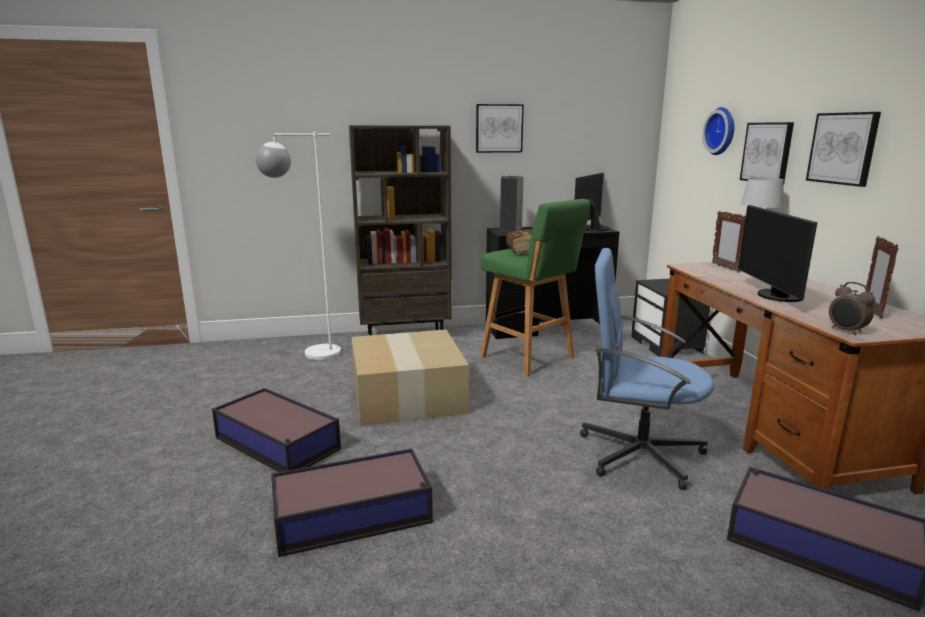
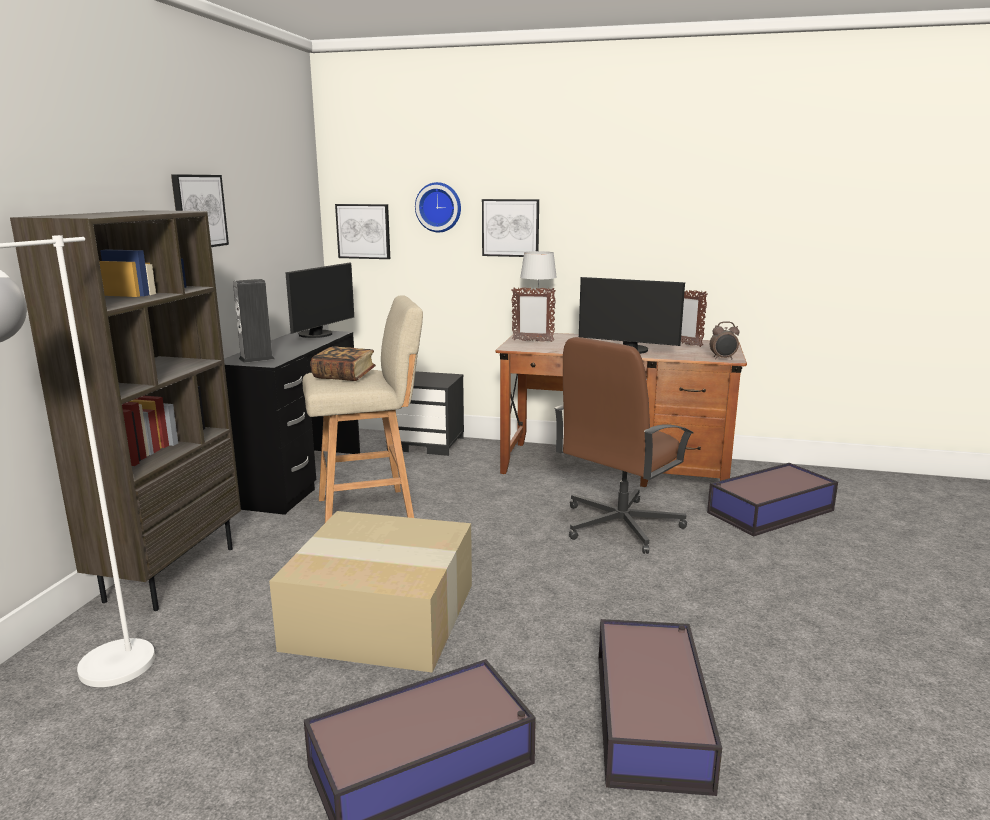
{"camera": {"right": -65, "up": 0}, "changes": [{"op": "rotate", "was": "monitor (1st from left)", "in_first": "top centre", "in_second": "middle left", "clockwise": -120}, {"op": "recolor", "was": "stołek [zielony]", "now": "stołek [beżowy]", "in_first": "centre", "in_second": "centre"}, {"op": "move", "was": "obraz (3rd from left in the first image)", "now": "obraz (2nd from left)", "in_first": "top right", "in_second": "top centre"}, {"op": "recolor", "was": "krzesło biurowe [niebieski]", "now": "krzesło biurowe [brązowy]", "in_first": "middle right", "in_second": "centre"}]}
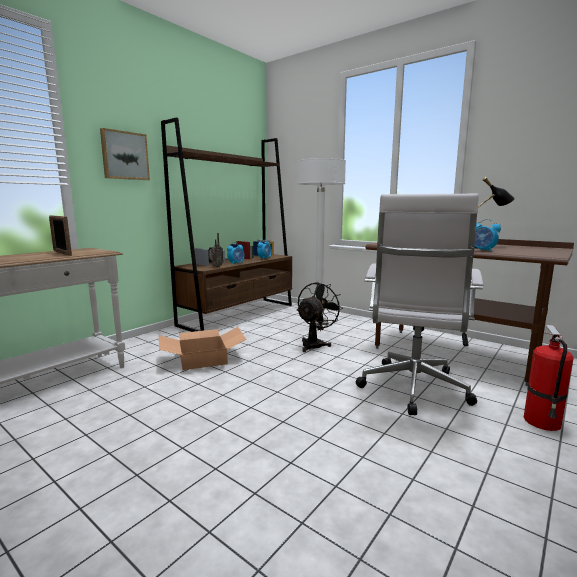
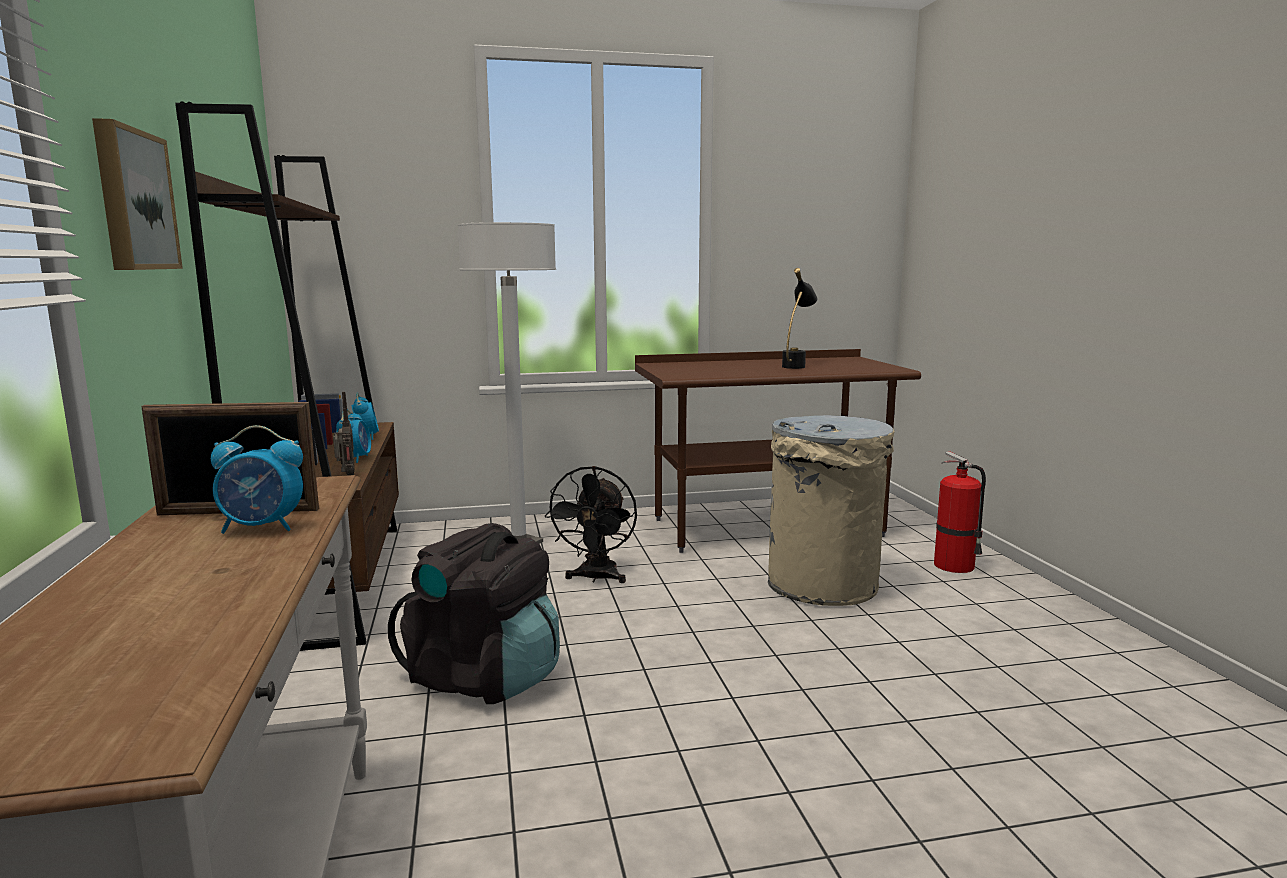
{"camera": {"right": -50, "up": 0}, "changes": [{"op": "move", "was": "budzik (3rd from left in the first image)", "now": "budzik (1st from left)", "in_first": "middle right", "in_second": "middle left"}, {"op": "replace", "was": "karton", "now": "plecak [czarny]", "in_first": "centre", "in_second": "bottom centre"}, {"op": "rotate", "was": "wentylator [czarny]", "in_first": "centre", "in_second": "centre", "clockwise": -150}, {"op": "replace", "was": "krzesło biurowe [biały]", "now": "kosz na śmieci [beżowy]", "in_first": "middle right", "in_second": "centre"}]}
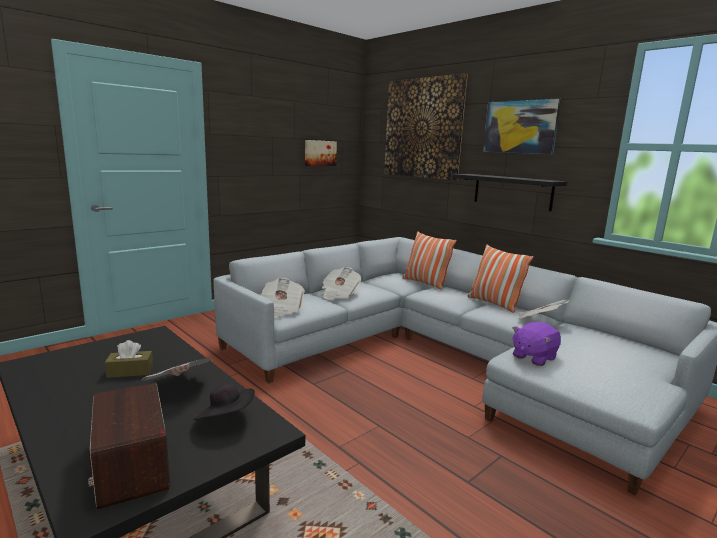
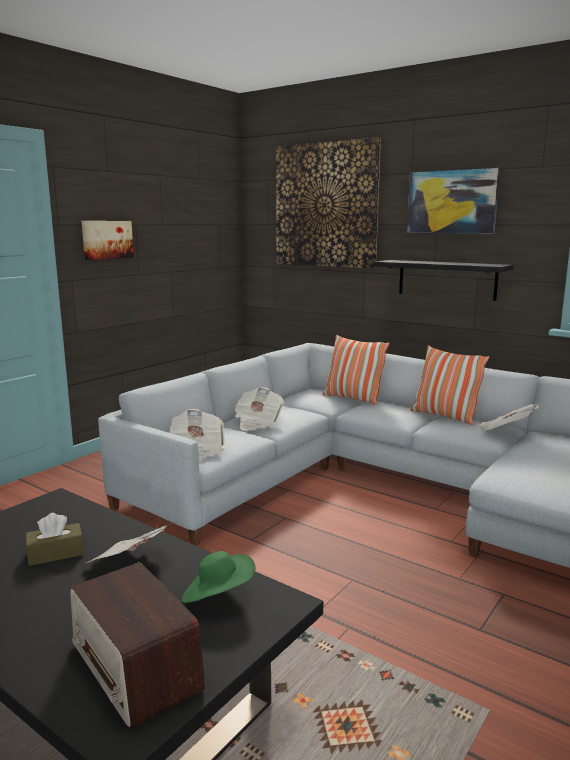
{"camera": {"right": -10, "up": 0}, "changes": [{"op": "move", "was": "obraz (1st from left)", "in_first": "top centre", "in_second": "top left"}, {"op": "recolor", "was": "kapelusz [czarny]", "now": "kapelusz [zielony]", "in_first": "bottom left", "in_second": "bottom centre"}, {"op": "delete", "was": "pluszak [fioletowy]", "in_first": "middle right"}]}
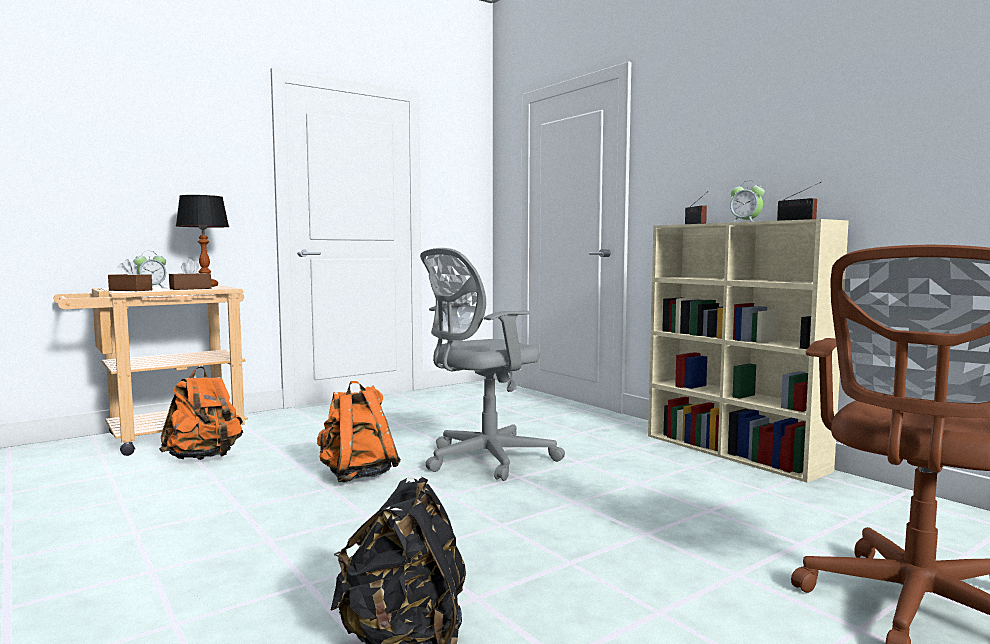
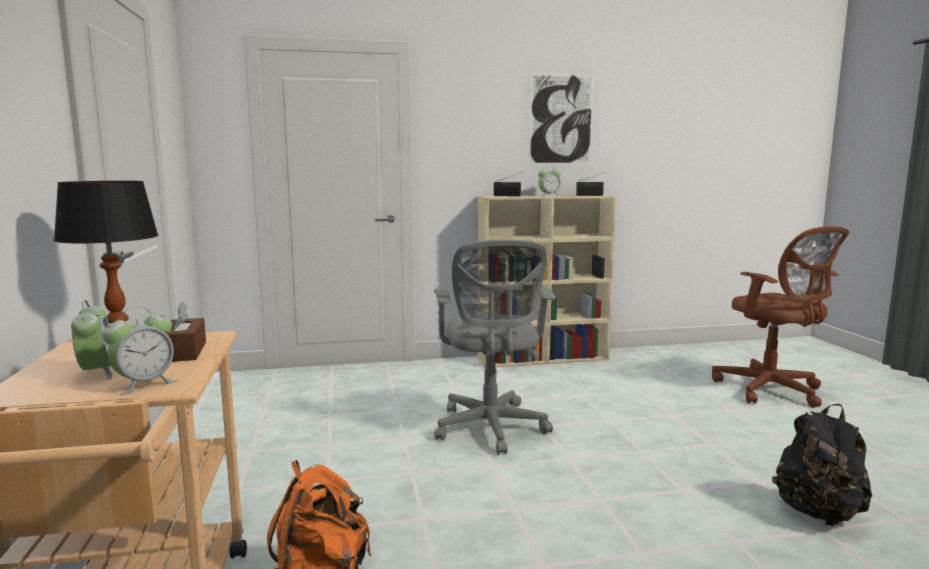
{"camera": {"right": -65, "up": 5}, "changes": [{"op": "replace", "was": "pudełko chusteczek [brązowy] (1st from left)", "now": "budzik (2nd from left)", "in_first": "middle left", "in_second": "middle left"}, {"op": "insert", "now": "obraz", "in_second": "top centre"}, {"op": "delete", "was": "plecak [pomarańczowy] (2nd from left)", "in_first": "bottom centre"}]}
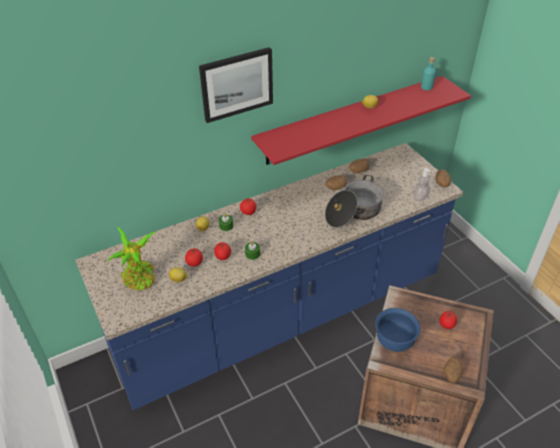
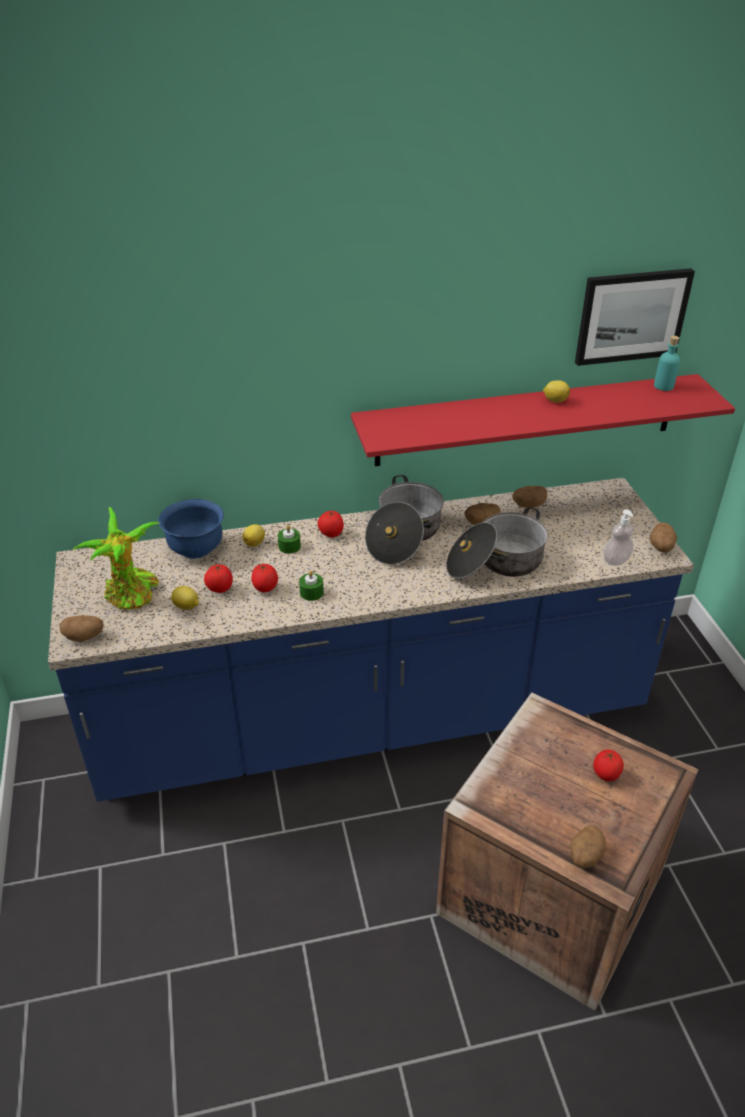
{"camera": {"right": 15, "up": -5}, "changes": [{"op": "insert", "now": "ziemniak (1st from left)", "in_second": "middle left"}, {"op": "move", "was": "miska [niebieski]", "in_first": "bottom right", "in_second": "middle left"}, {"op": "insert", "now": "garnek (1st from left)", "in_second": "centre"}, {"op": "move", "was": "obraz", "in_first": "top centre", "in_second": "top right"}]}
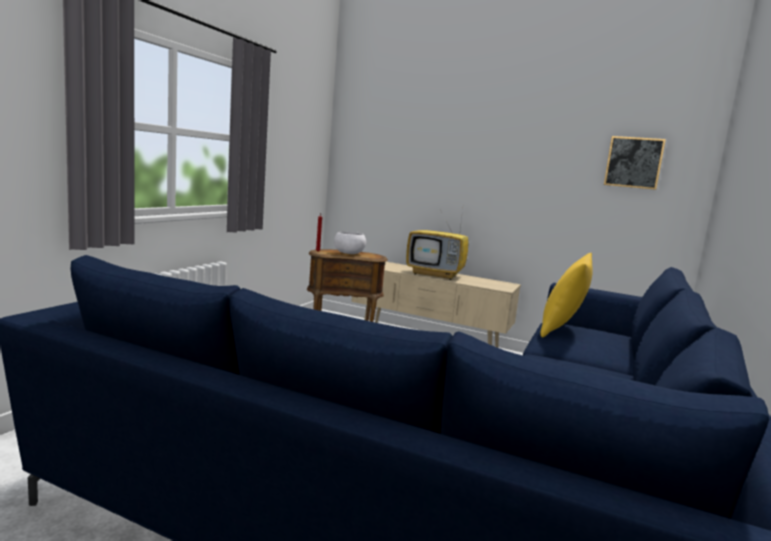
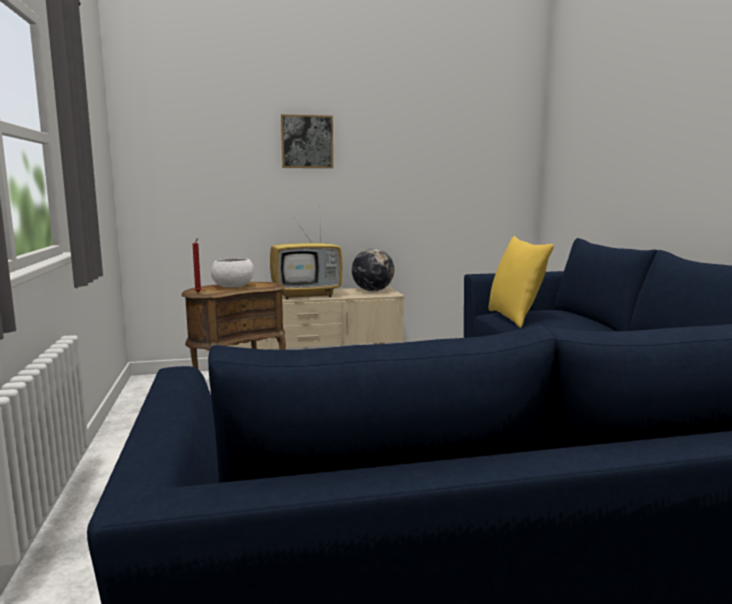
{"camera": {"right": -35, "up": 0}, "changes": [{"op": "move", "was": "obraz", "in_first": "top right", "in_second": "top centre"}, {"op": "insert", "now": "globus", "in_second": "centre"}]}
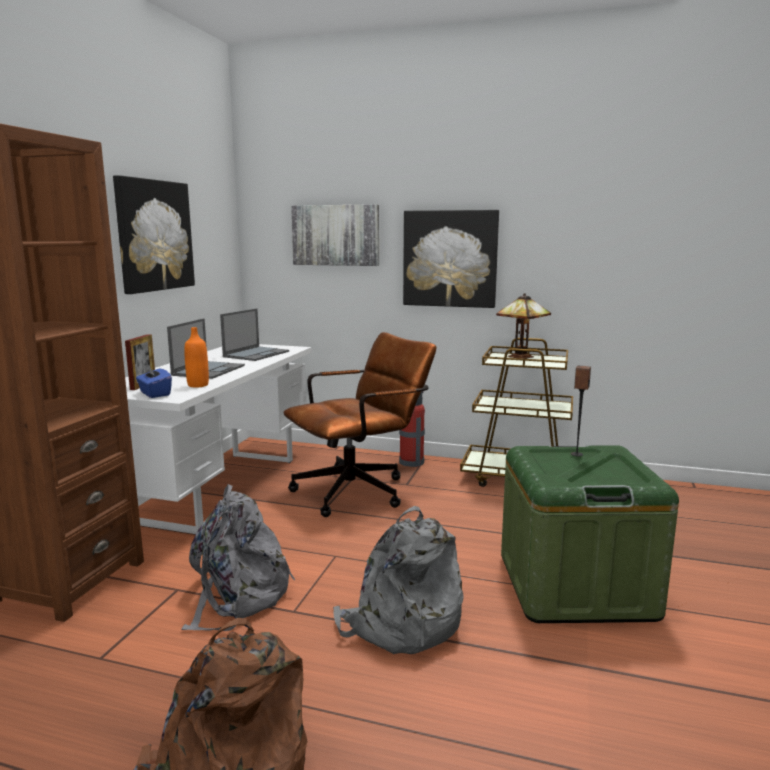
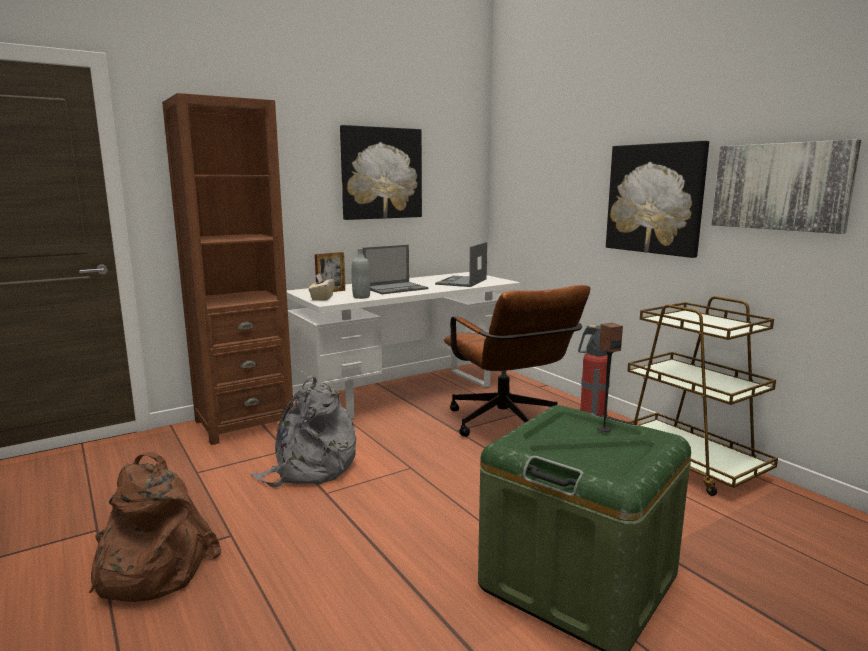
{"camera": {"right": 40, "up": 0}, "changes": [{"op": "recolor", "was": "pudełko chusteczek [niebieski]", "now": "pudełko chusteczek [beżowy]", "in_first": "middle left", "in_second": "centre"}, {"op": "recolor", "was": "butelka [pomarańczowy]", "now": "butelka [szary]", "in_first": "middle left", "in_second": "centre"}, {"op": "rotate", "was": "laptop (2nd from left)", "in_first": "middle left", "in_second": "centre", "clockwise": 135}, {"op": "rotate", "was": "krzesło biurowe [brązowy]", "in_first": "centre", "in_second": "centre", "clockwise": 60}, {"op": "move", "was": "obraz (2nd from left in the first image)", "now": "obraz (3rd from left)", "in_first": "top centre", "in_second": "top right"}, {"op": "delete", "was": "plecak [szary] (2nd from left)", "in_first": "bottom centre"}, {"op": "delete", "was": "lampa stołowa", "in_first": "middle right"}]}
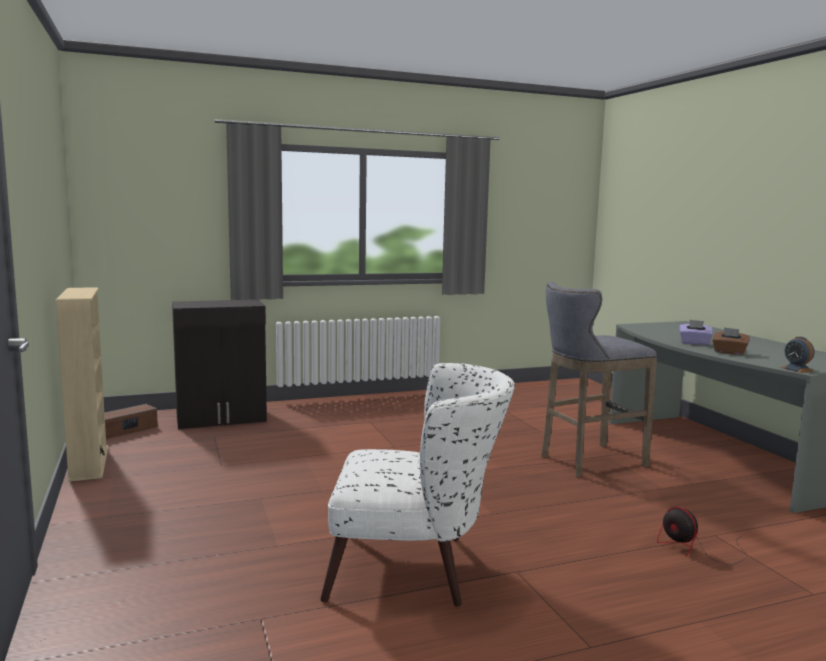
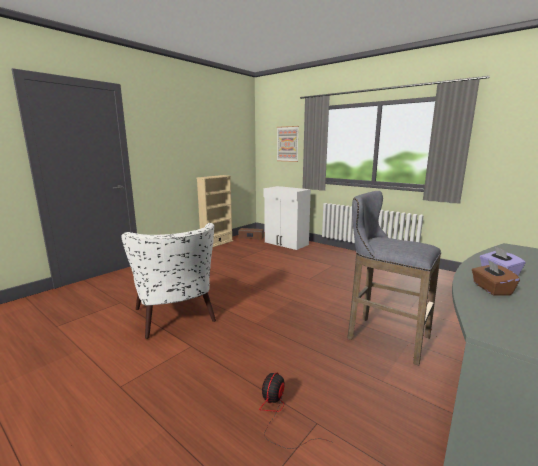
{"camera": {"right": 60, "up": 5}, "changes": [{"op": "recolor", "was": "szafka [czarny]", "now": "szafka [biały]", "in_first": "middle left", "in_second": "centre"}, {"op": "insert", "now": "obraz", "in_second": "top centre"}, {"op": "delete", "was": "budzik", "in_first": "middle right"}]}
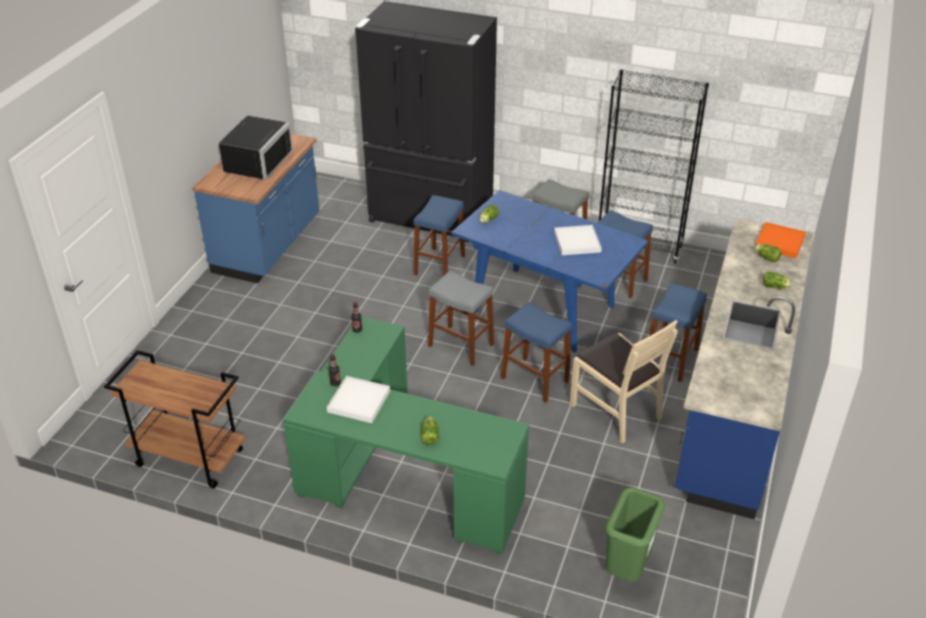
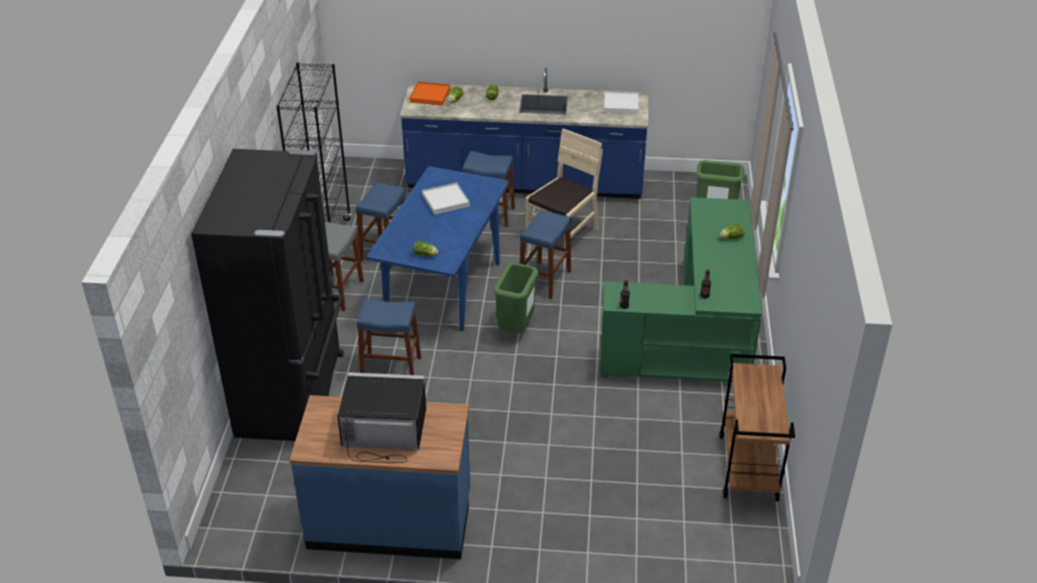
{"camera": {"right": -105, "up": 0}, "changes": [{"op": "replace", "was": "stołek [szary] (1st from left)", "now": "kosz na śmieci [zielony] (1st from left)", "in_first": "centre", "in_second": "centre"}, {"op": "move", "was": "taca [biały] (1st from left in the first image)", "now": "taca [biały] (2nd from left)", "in_first": "centre", "in_second": "top centre"}]}
